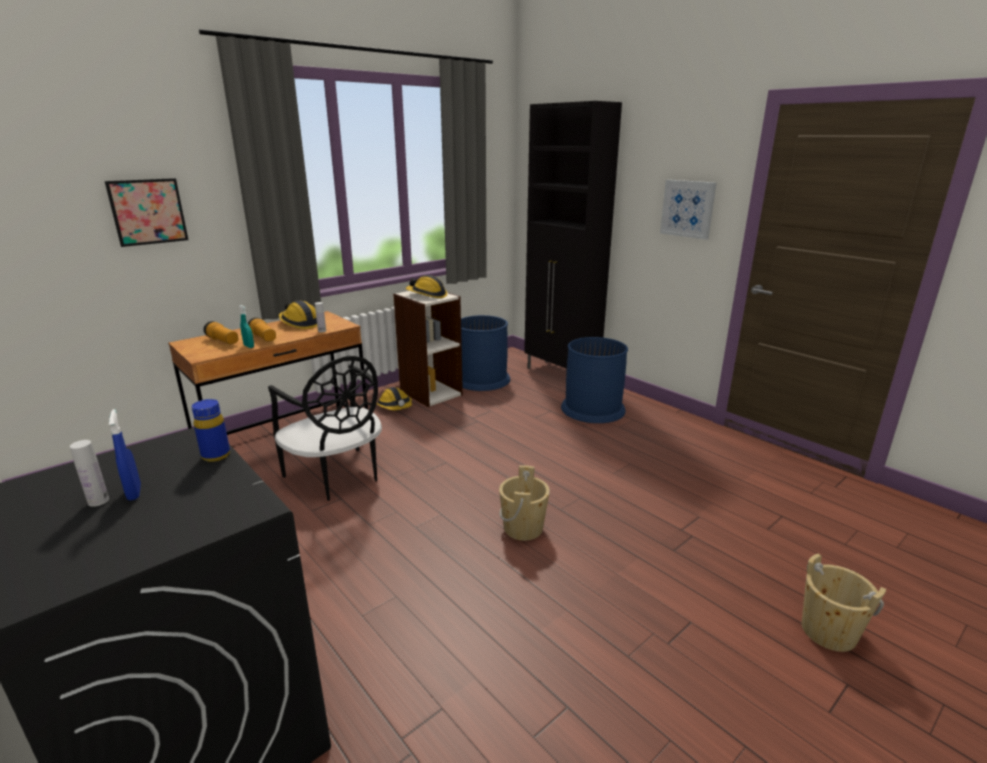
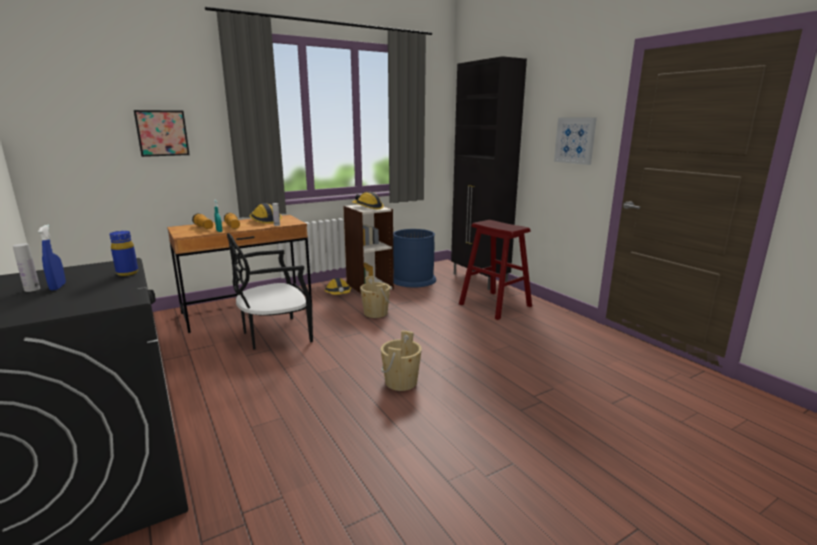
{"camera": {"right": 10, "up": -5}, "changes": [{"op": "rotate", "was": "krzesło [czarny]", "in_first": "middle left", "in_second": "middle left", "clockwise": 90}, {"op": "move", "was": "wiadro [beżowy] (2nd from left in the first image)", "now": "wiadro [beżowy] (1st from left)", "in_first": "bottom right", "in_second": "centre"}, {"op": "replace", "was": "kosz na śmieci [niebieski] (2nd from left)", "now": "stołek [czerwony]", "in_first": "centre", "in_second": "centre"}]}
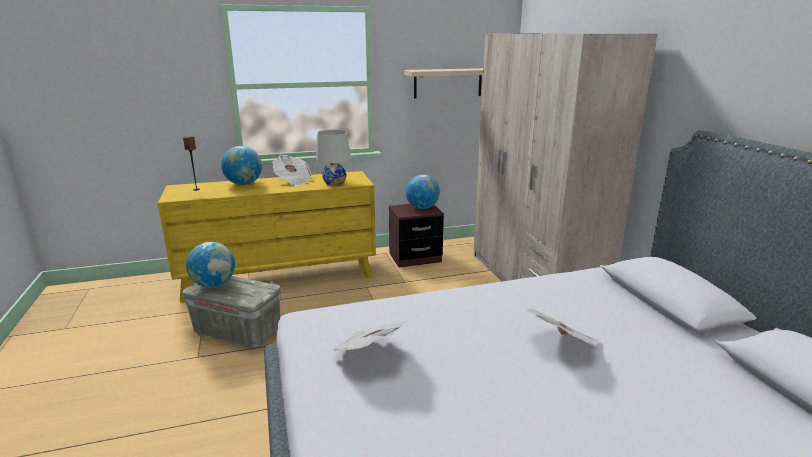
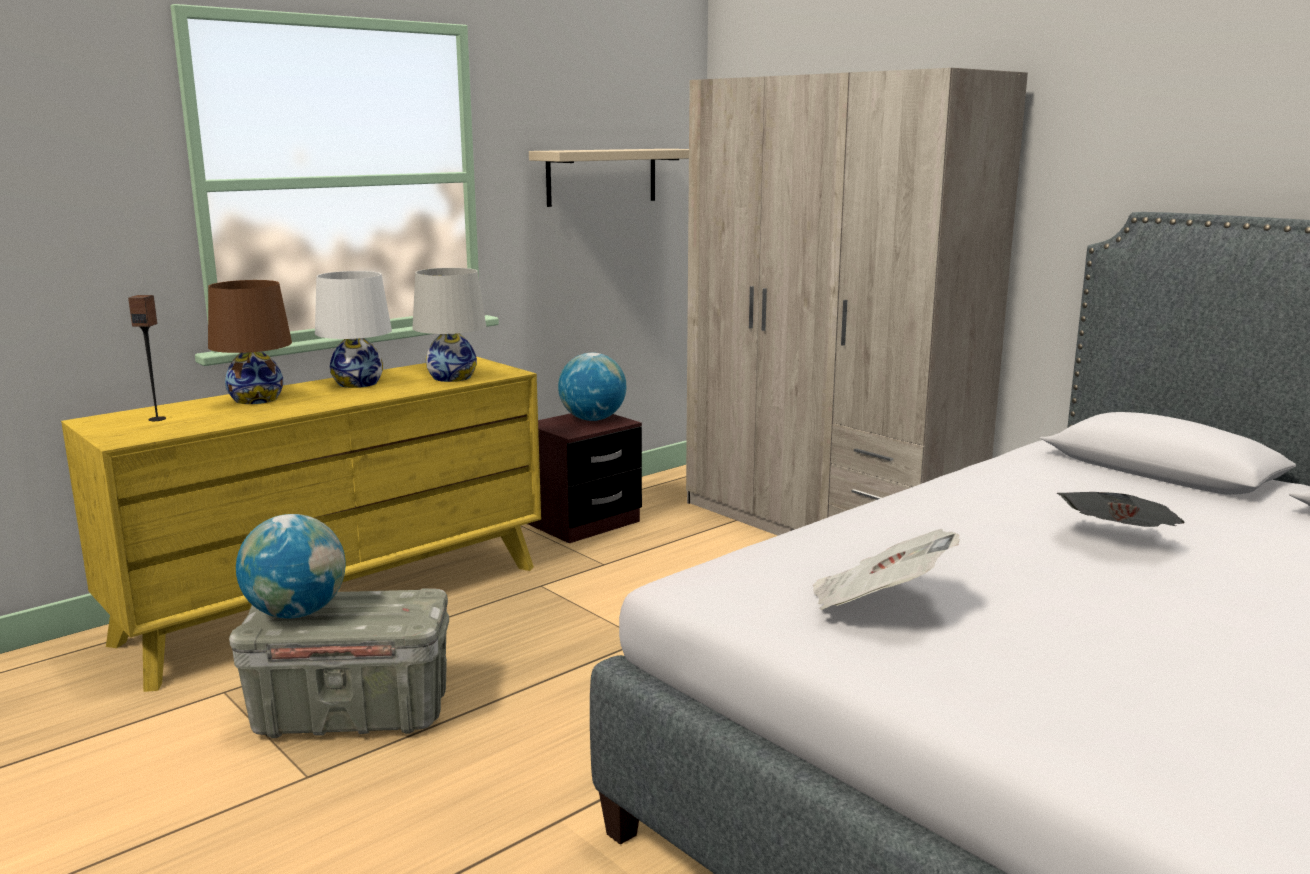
{"camera": {"right": -25, "up": -5}, "changes": [{"op": "replace", "was": "globus (2nd from left)", "now": "lampa stołowa [brązowy]", "in_first": "middle left", "in_second": "middle left"}, {"op": "replace", "was": "gazeta (1st from left)", "now": "lampa stołowa [biały] (1st from left)", "in_first": "centre", "in_second": "middle left"}]}
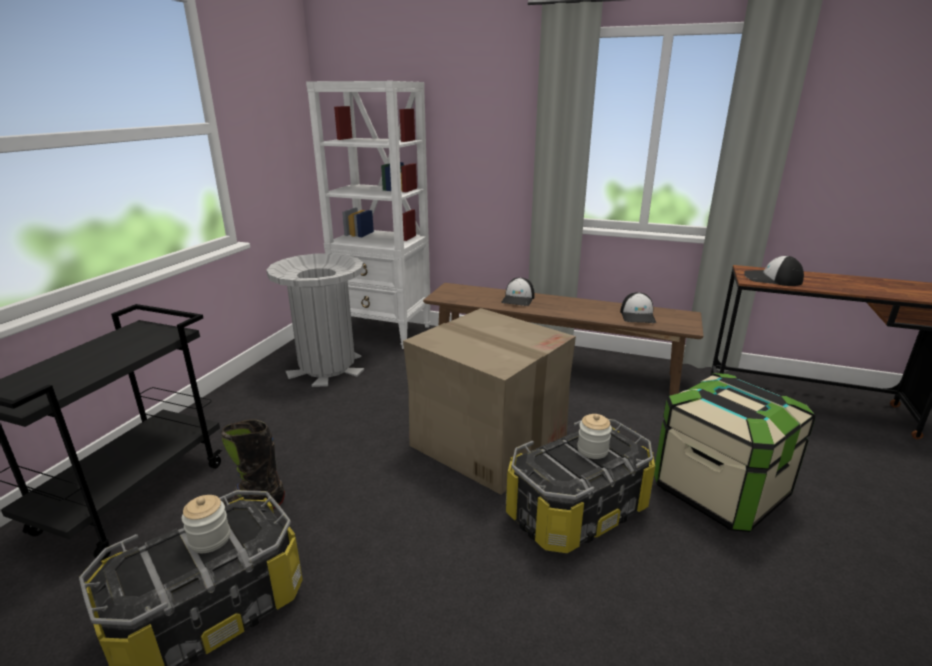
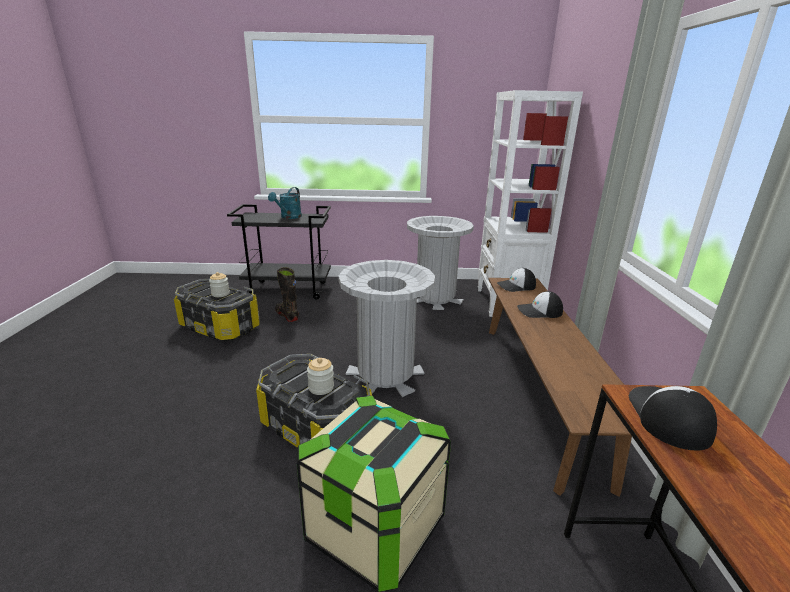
{"camera": {"right": 70, "up": 0}, "changes": [{"op": "insert", "now": "konewka [turkusowy]", "in_second": "centre"}, {"op": "replace", "was": "karton", "now": "kosz na śmieci [szary] (1st from left)", "in_first": "centre", "in_second": "centre"}, {"op": "move", "was": "czapka z daszkiem (2nd from left in the first image)", "now": "czapka z daszkiem (1st from left)", "in_first": "middle right", "in_second": "centre"}]}
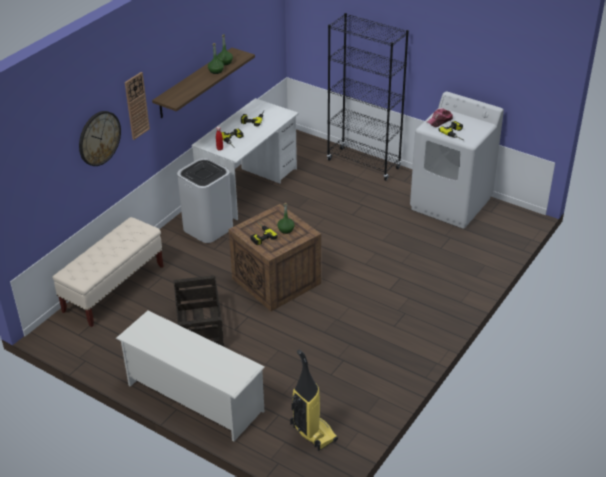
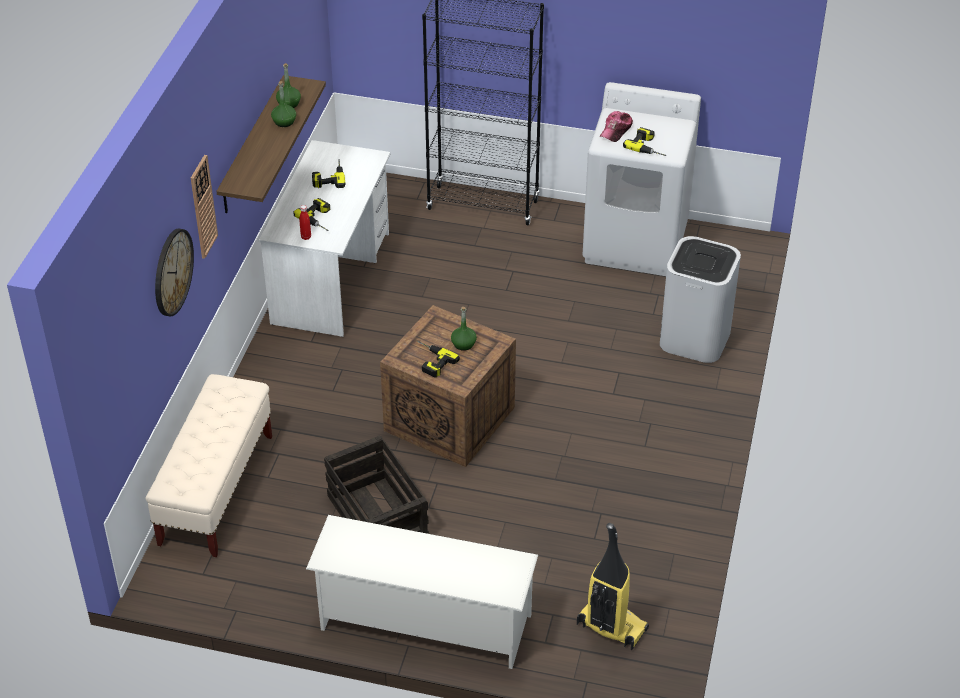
{"camera": {"right": -20, "up": 5}, "changes": [{"op": "move", "was": "kosz na śmieci [biały]", "in_first": "centre", "in_second": "middle right"}]}
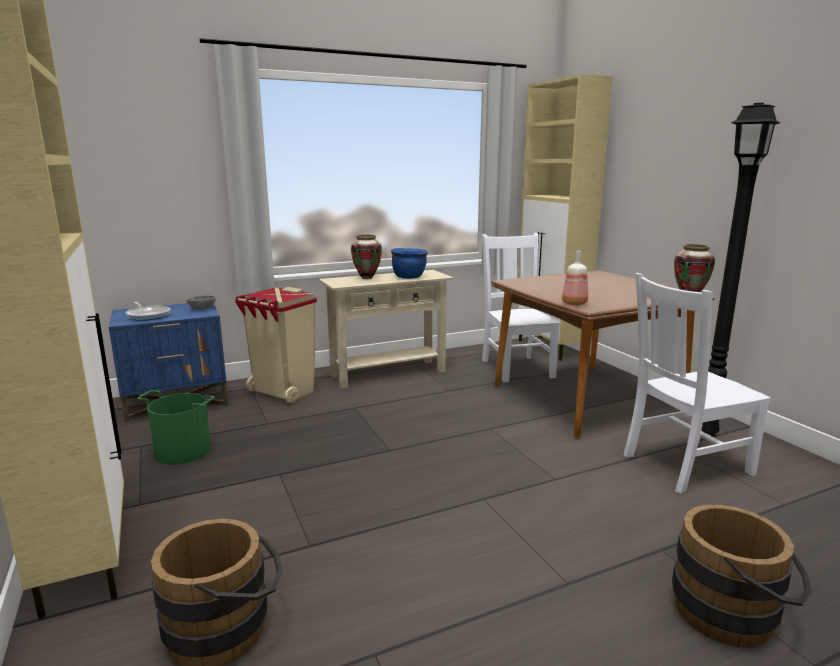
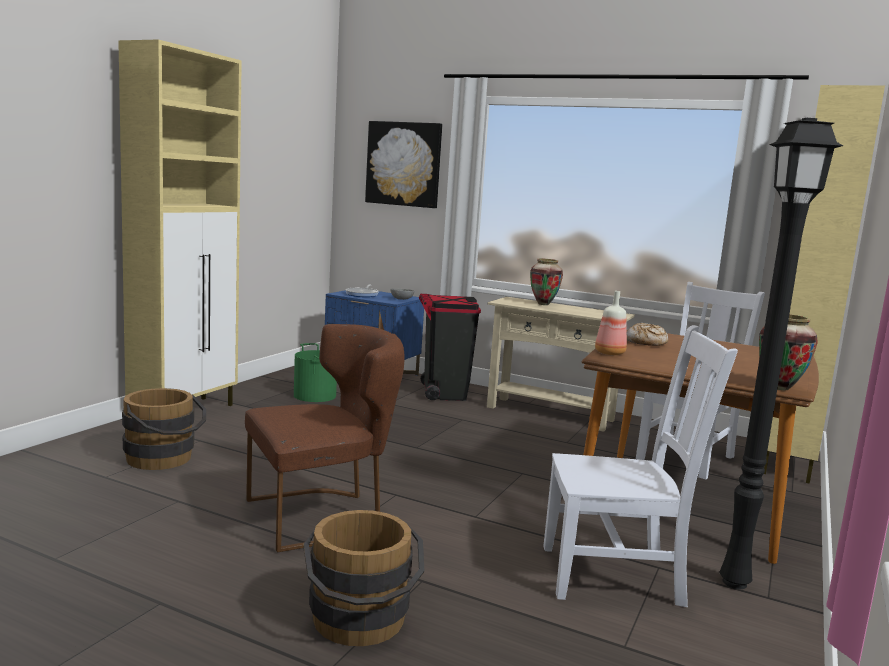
{"camera": {"right": 50, "up": -5}, "changes": [{"op": "insert", "now": "krzesło [brązowy]", "in_second": "centre"}, {"op": "insert", "now": "obraz", "in_second": "top centre"}, {"op": "recolor", "was": "kosz na śmieci [beżowy]", "now": "kosz na śmieci [czarny]", "in_first": "middle left", "in_second": "centre"}, {"op": "rotate", "was": "krzesło [biały] (2nd from left in the first image)", "in_first": "middle right", "in_second": "bottom right", "clockwise": 150}, {"op": "insert", "now": "chleb", "in_second": "middle right"}, {"op": "delete", "was": "garnek [niebieski]", "in_first": "centre"}]}
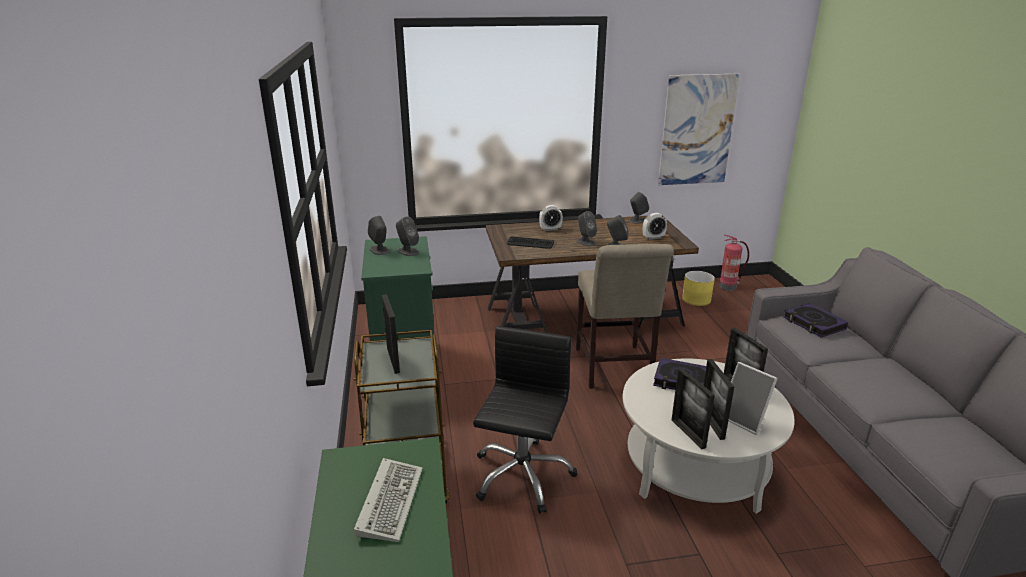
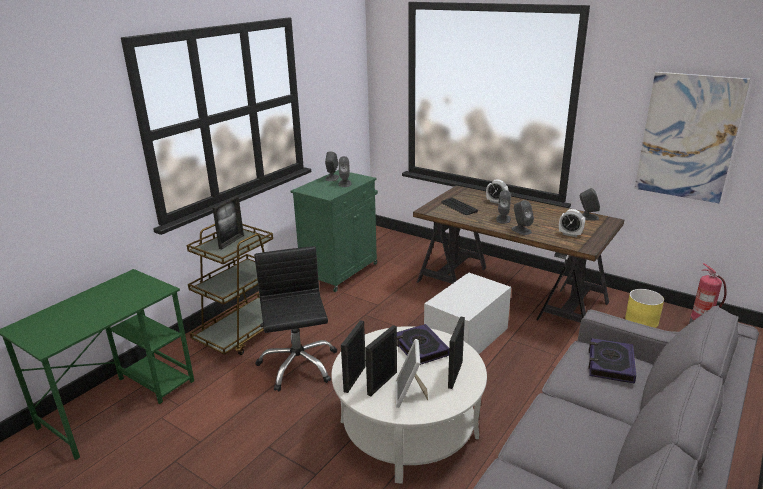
{"camera": {"right": 45, "up": 0}, "changes": [{"op": "rotate", "was": "krzesło biurowe [czarny]", "in_first": "bottom centre", "in_second": "centre", "clockwise": -75}, {"op": "replace", "was": "krzesło [beżowy]", "now": "pojemnik do przechowywania [biały]", "in_first": "centre", "in_second": "centre"}, {"op": "delete", "was": "klawiatura (1st from left)", "in_first": "bottom centre"}]}
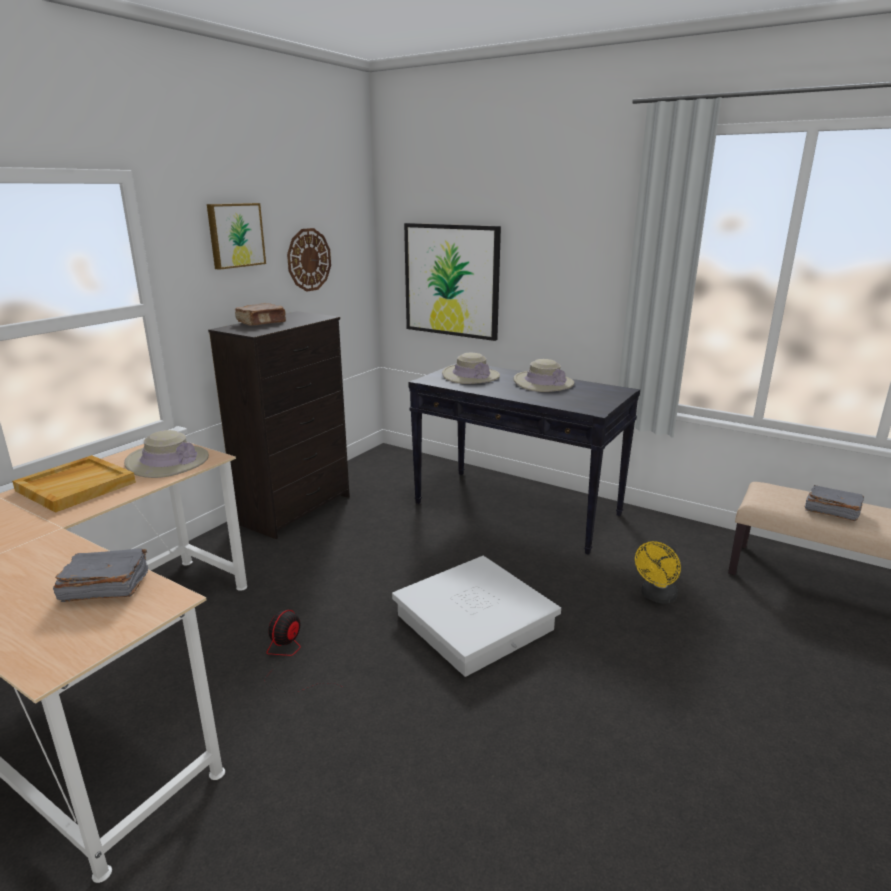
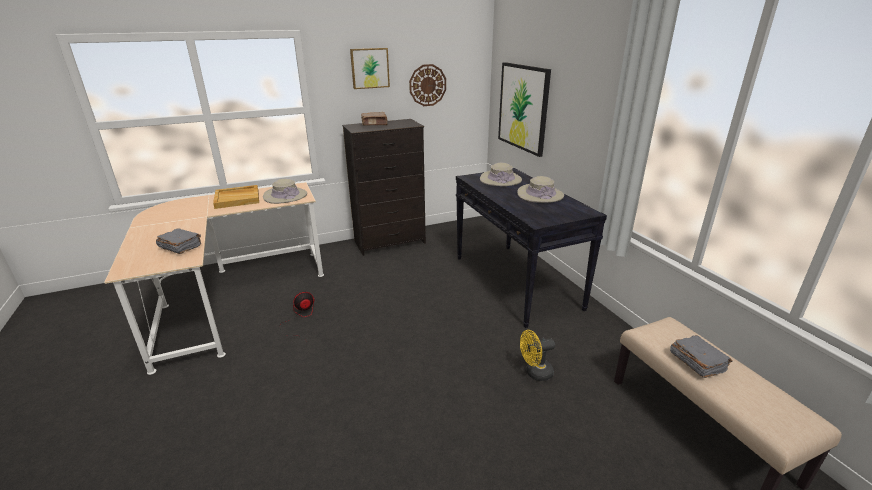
{"camera": {"right": 35, "up": 5}, "changes": [{"op": "delete", "was": "pojemnik do przechowywania [biały]", "in_first": "bottom centre"}]}
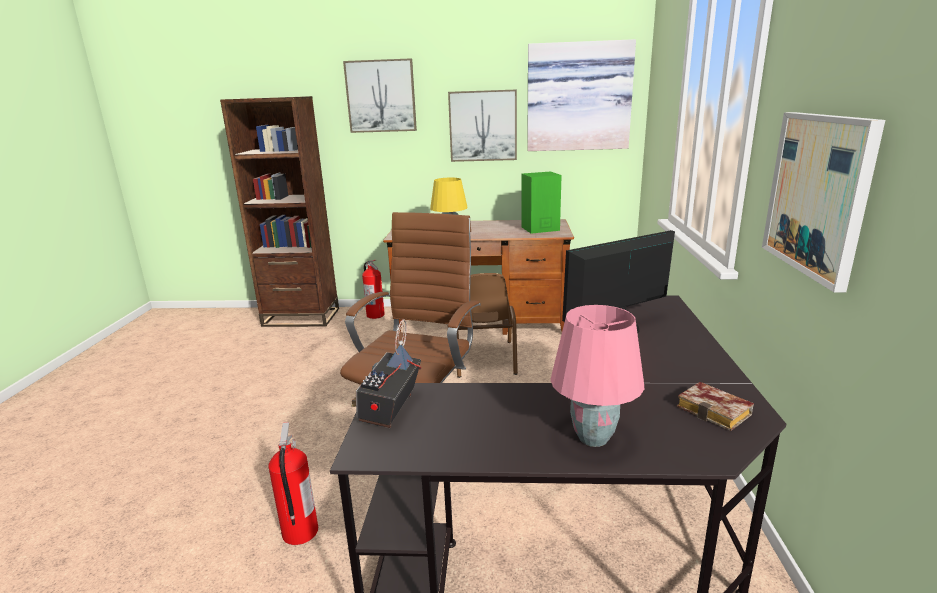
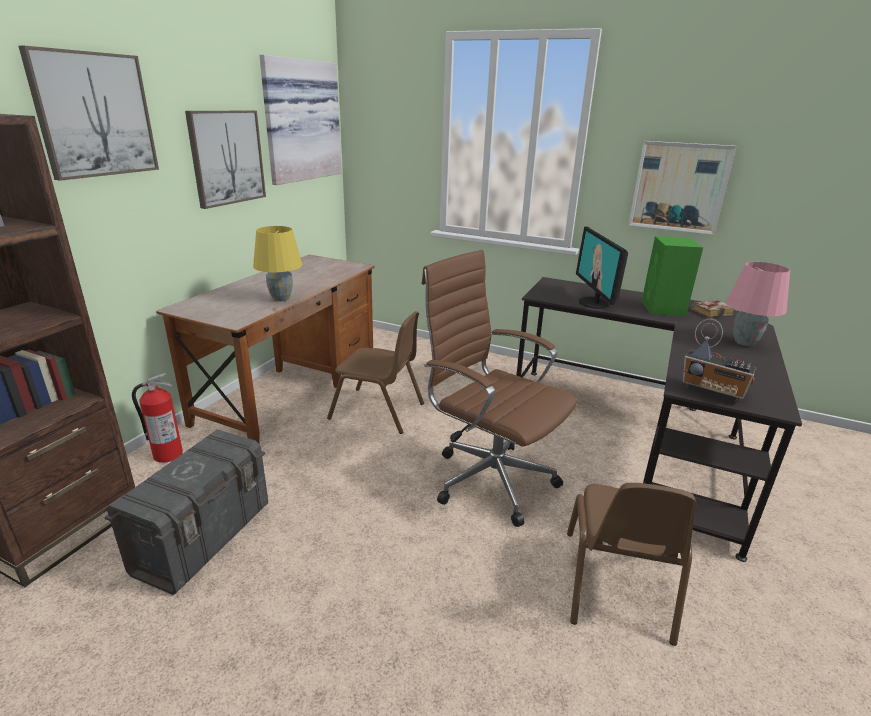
{"camera": {"right": -70, "up": 5}, "changes": [{"op": "insert", "now": "pojemnik do przechowywania [szary]", "in_second": "bottom left"}, {"op": "replace", "was": "gaśnica (1st from left)", "now": "krzesło [brązowy] (2nd from left)", "in_first": "bottom left", "in_second": "bottom right"}, {"op": "move", "was": "głośnik [zielony]", "in_first": "centre", "in_second": "middle right"}]}
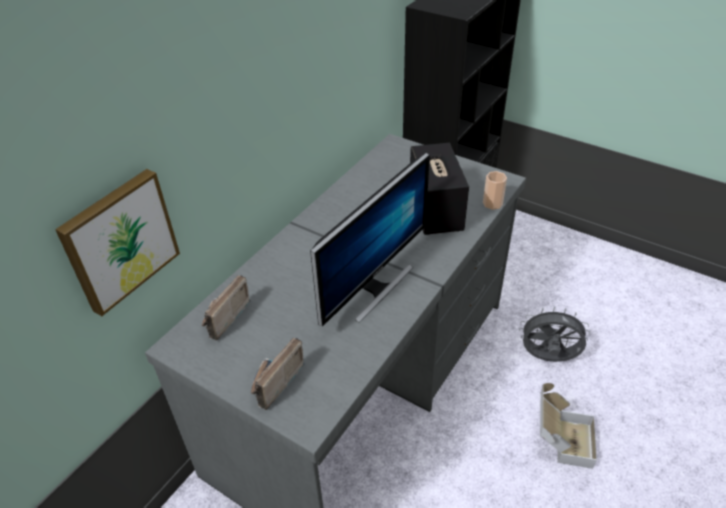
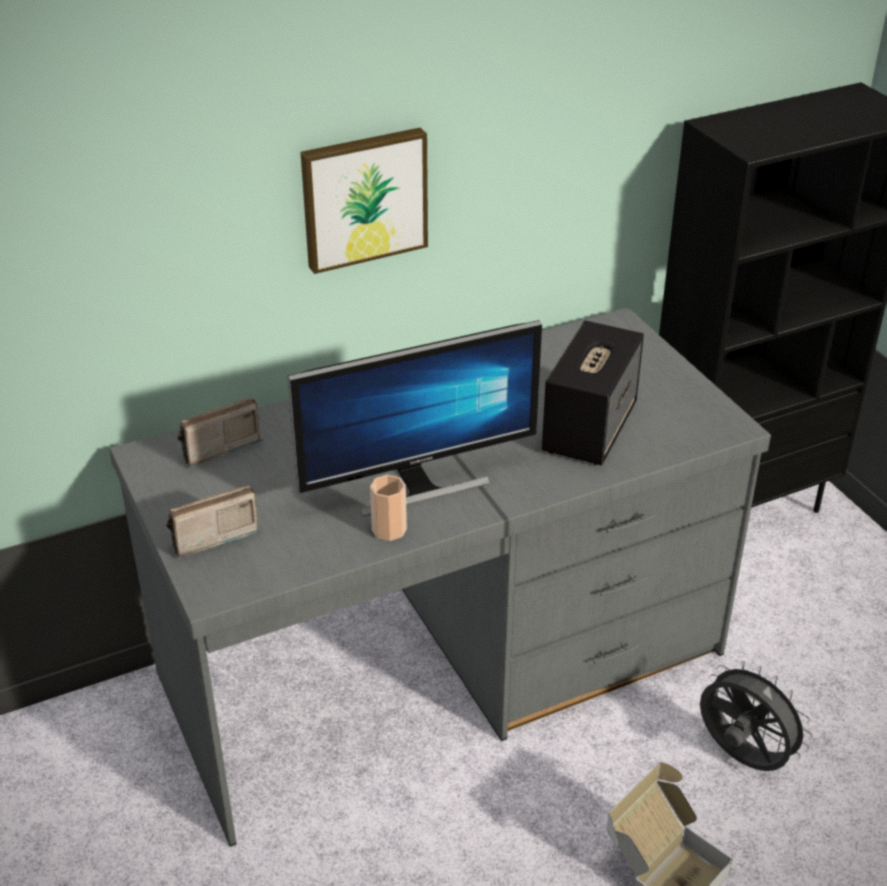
{"camera": {"right": 30, "up": -5}, "changes": [{"op": "move", "was": "obraz", "in_first": "middle left", "in_second": "top centre"}, {"op": "move", "was": "filiżanka", "in_first": "middle right", "in_second": "centre"}]}
